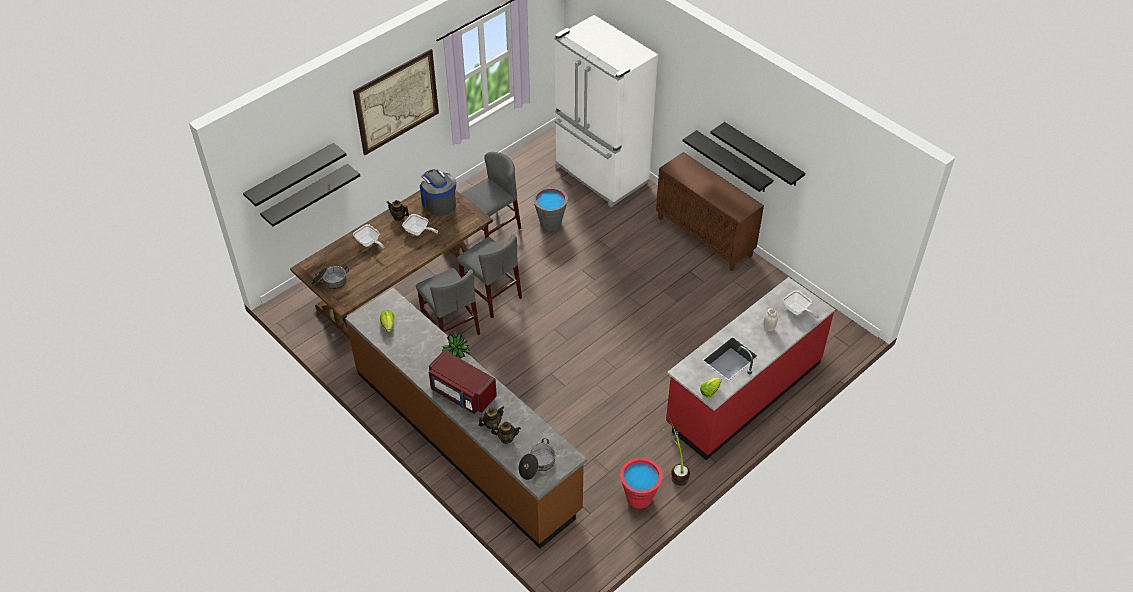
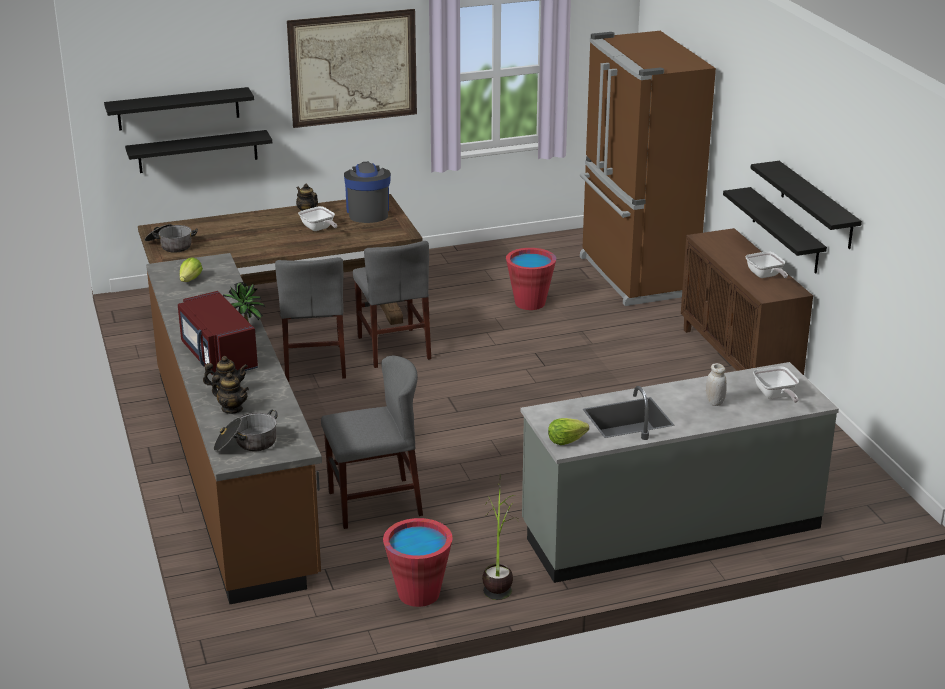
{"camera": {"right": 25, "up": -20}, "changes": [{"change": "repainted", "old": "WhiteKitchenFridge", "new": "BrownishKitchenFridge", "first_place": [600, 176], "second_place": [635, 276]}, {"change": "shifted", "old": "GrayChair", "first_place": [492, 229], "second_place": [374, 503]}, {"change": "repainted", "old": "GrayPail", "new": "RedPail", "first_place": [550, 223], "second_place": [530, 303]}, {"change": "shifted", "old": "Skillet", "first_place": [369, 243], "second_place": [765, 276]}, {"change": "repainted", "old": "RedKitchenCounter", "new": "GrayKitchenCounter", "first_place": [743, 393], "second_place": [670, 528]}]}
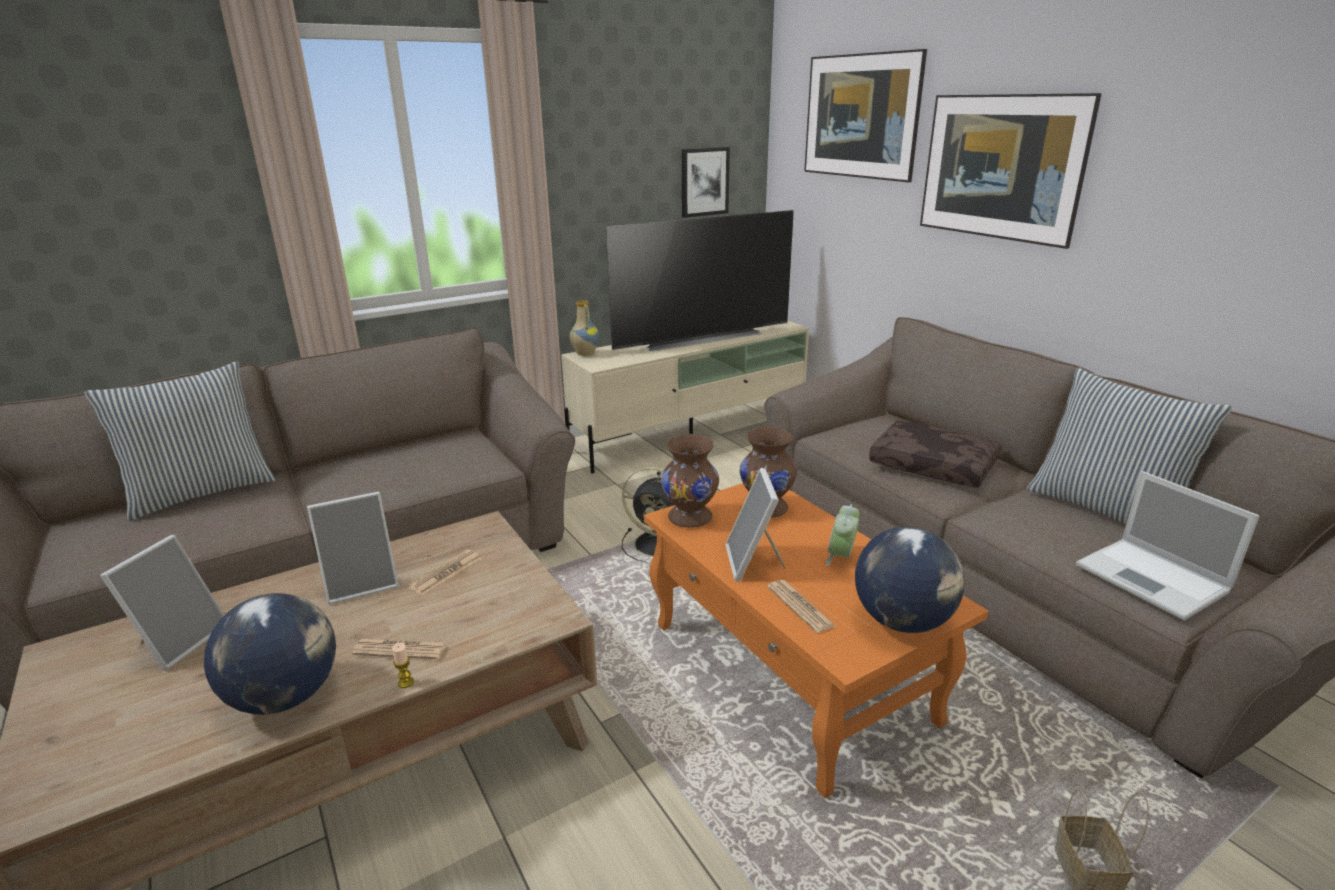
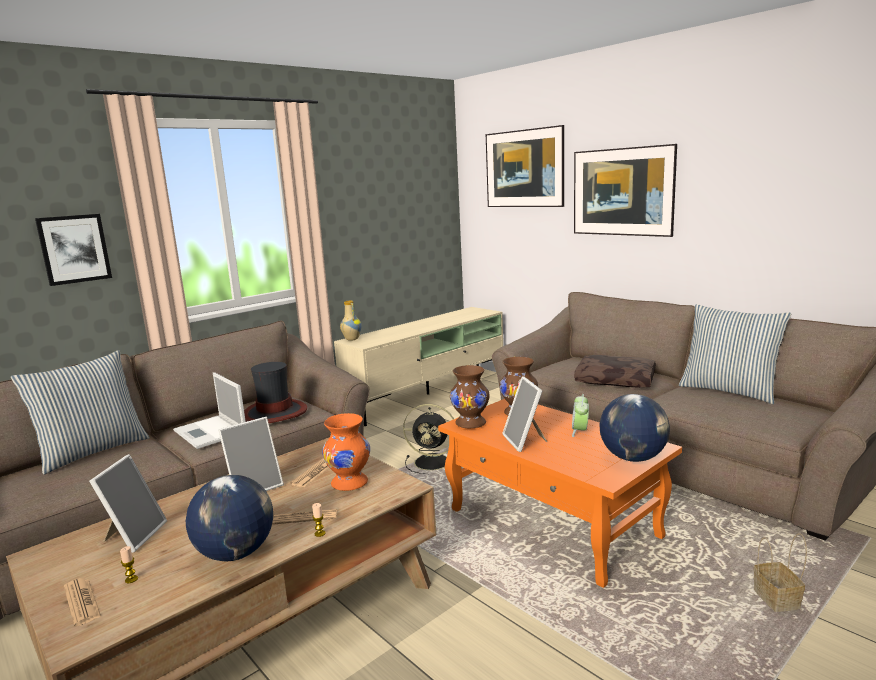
{"camera": {"right": -10, "up": -10}, "changes": [{"change": "shifted", "old": "Picture", "first_place": [704, 182], "second_place": [74, 249]}, {"change": "gone", "old": "TvSet", "first_place": [700, 338]}, {"change": "shifted", "old": "Laptop", "first_place": [1154, 579], "second_place": [211, 432]}, {"change": "shifted", "old": "Newspaper", "first_place": [800, 606], "second_place": [82, 602]}, {"change": "new", "new": "ClothingHat", "second_place": [274, 413]}, {"change": "new", "new": "OrangeDecorativeVase", "second_place": [350, 483]}, {"change": "new", "new": "Candle", "second_place": [131, 579]}]}
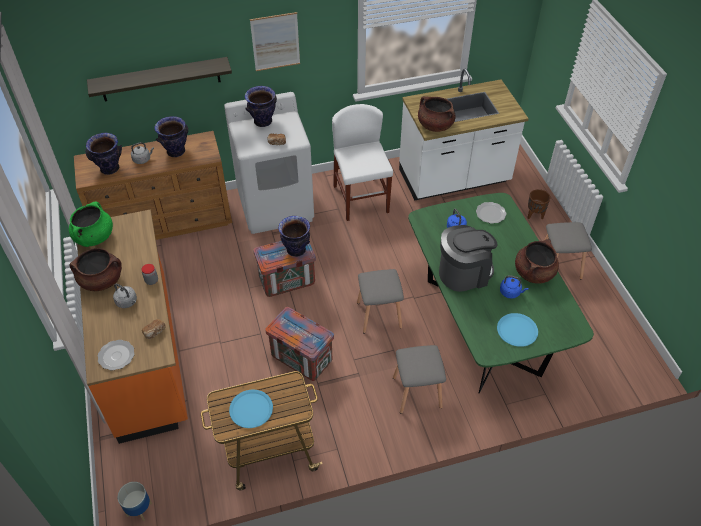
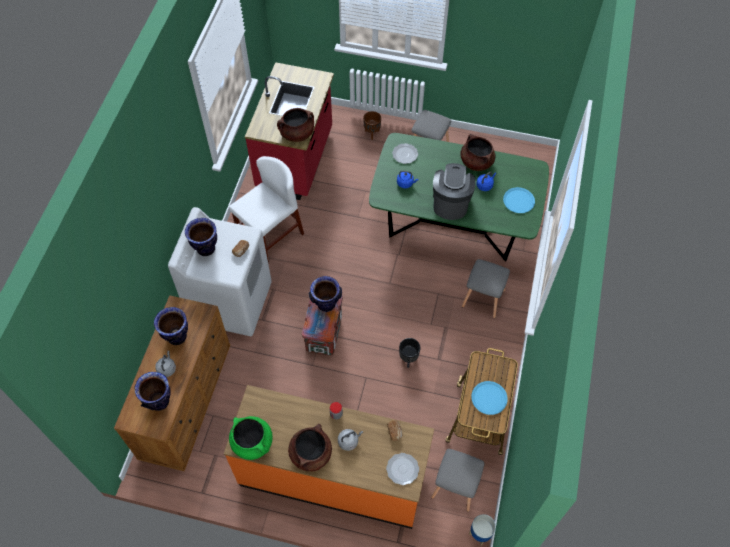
{"camera": {"right": -60, "up": 10}, "changes": [{"change": "gone", "old": "Picture", "first_place": [275, 42]}, {"change": "gone", "old": "BracketShelf", "first_place": [160, 79]}, {"change": "repainted", "old": "WhiteKitchenCounter", "new": "RedKitchenCounter", "first_place": [454, 179], "second_place": [296, 160]}, {"change": "rotated", "old": "WhiteChair", "first_place": [361, 199], "second_place": [271, 236], "degrees": 120}, {"change": "shifted", "old": "GrayStoolSeat", "first_place": [378, 314], "second_place": [454, 487]}, {"change": "swapped", "old": "Crate", "new": "BlackishPlanter", "first_place": [301, 358], "second_place": [408, 359]}]}
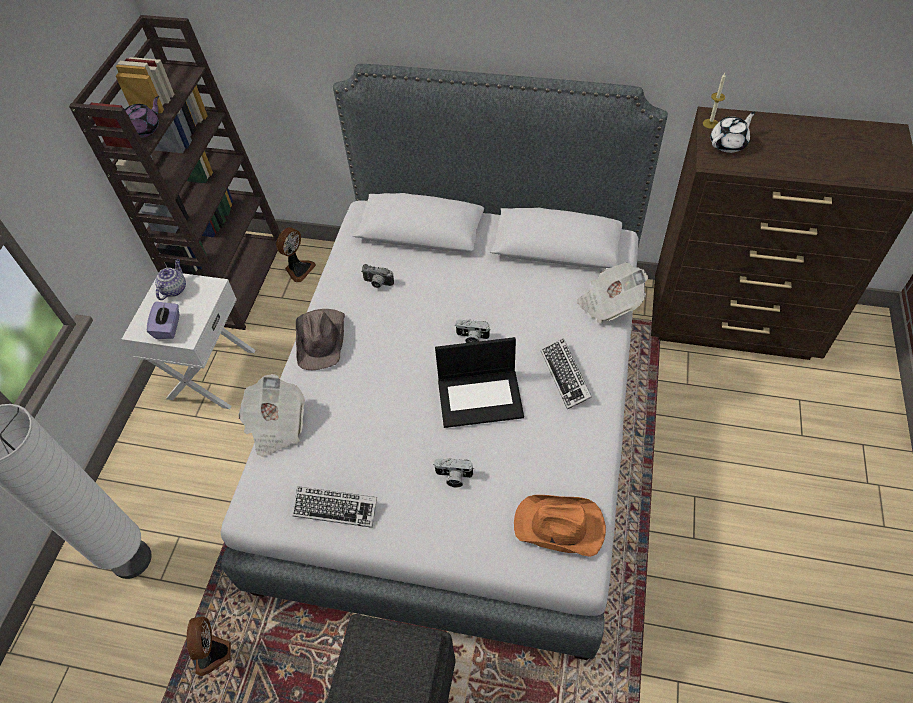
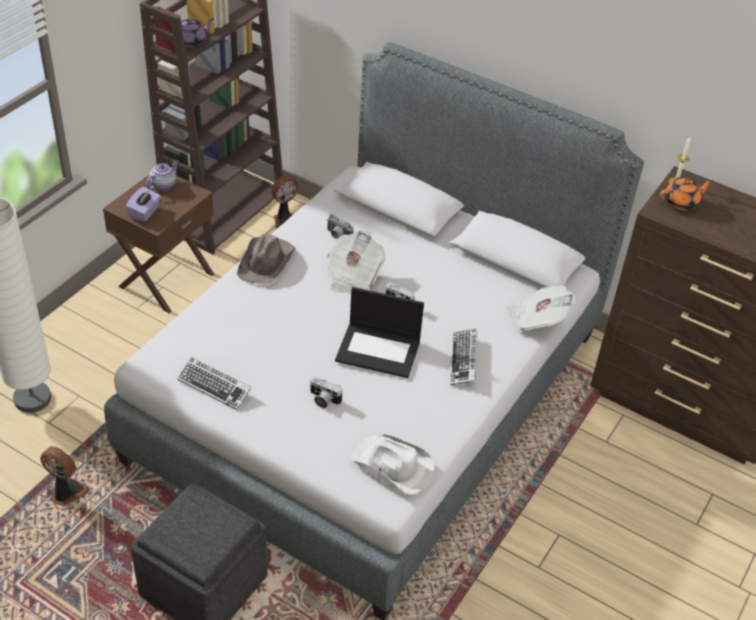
{"camera": {"right": 15, "up": -10}, "changes": [{"change": "repainted", "old": "WhiteTeapot", "new": "OrangeTeapot", "first_place": [728, 143], "second_place": [681, 202]}, {"change": "repainted", "old": "WhiteNightstand", "new": "BrownishNightstand", "first_place": [210, 374], "second_place": [165, 279]}, {"change": "shifted", "old": "Newspaper", "first_place": [275, 426], "second_place": [353, 275]}, {"change": "repainted", "old": "OrangeClothingHat", "new": "WhiteClothingHat", "first_place": [560, 527], "second_place": [393, 466]}, {"change": "rotated", "old": "Fan", "first_place": [214, 653], "second_place": [66, 492], "degrees": 105}]}
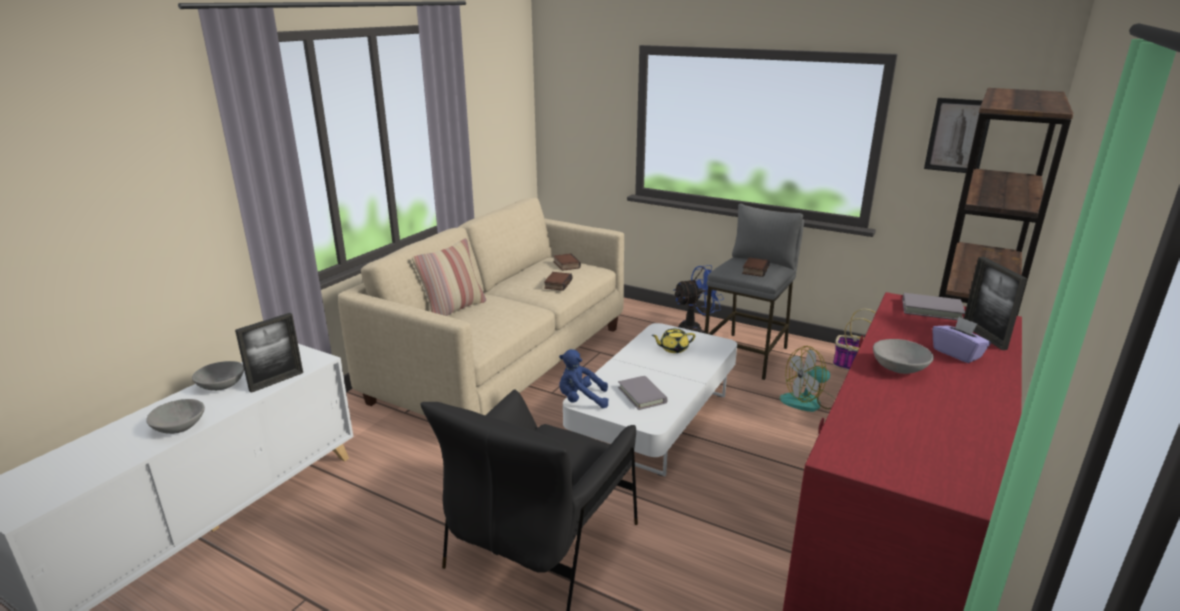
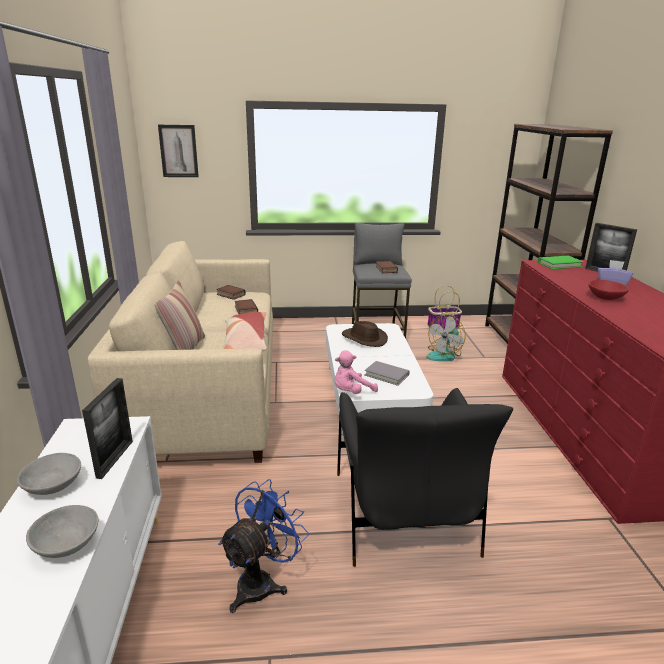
{"camera": {"right": -35, "up": 0}, "changes": [{"change": "shifted", "old": "Picture", "first_place": [958, 136], "second_place": [178, 151]}, {"change": "shifted", "old": "BlueFan", "first_place": [695, 328], "second_place": [262, 582]}, {"change": "repainted", "old": "GrayBook", "new": "GreenColouredBook", "first_place": [931, 310], "second_place": [559, 264]}, {"change": "swapped", "old": "YellowColouredTeapot", "new": "BrownishClothingHat", "first_place": [673, 349], "second_place": [364, 339]}, {"change": "repainted", "old": "GrayServingBowl", "new": "RedServingBowl", "first_place": [898, 368], "second_place": [605, 298]}, {"change": "repainted", "old": "BluePlushToy", "new": "PinkishPlushToy", "first_place": [581, 400], "second_place": [351, 392]}, {"change": "new", "new": "Cushion", "second_place": [245, 344]}]}
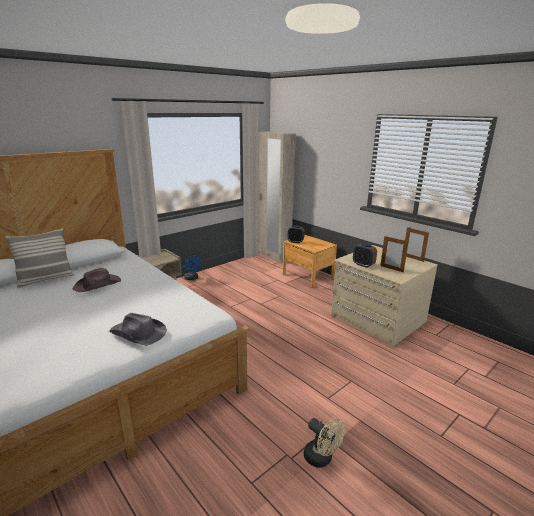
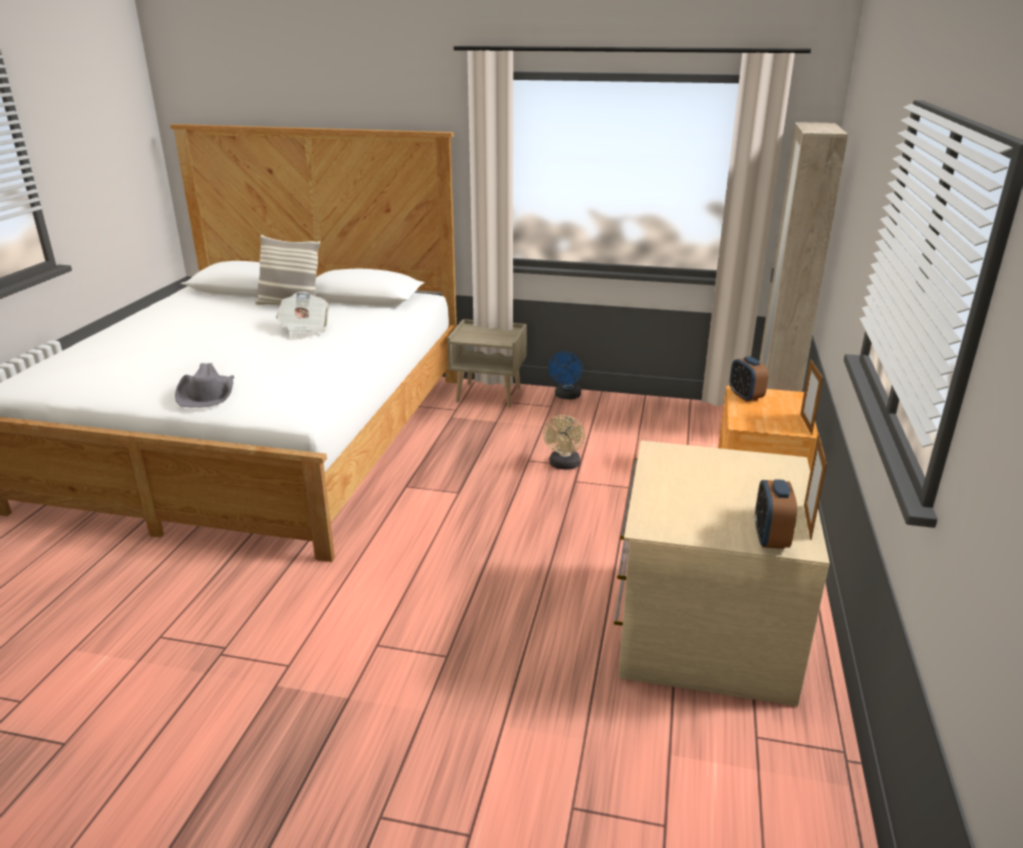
{"camera": {"right": 55, "up": 5}, "changes": [{"change": "shifted", "old": "StandingFrame", "first_place": [391, 269], "second_place": [806, 424]}, {"change": "shifted", "old": "TableClock", "first_place": [363, 265], "second_place": [770, 538]}, {"change": "swapped", "old": "BrownishClothingHat", "new": "Newspaper", "first_place": [98, 285], "second_place": [304, 330]}, {"change": "shifted", "old": "BeigeColouredFan", "first_place": [321, 459], "second_place": [564, 465]}]}
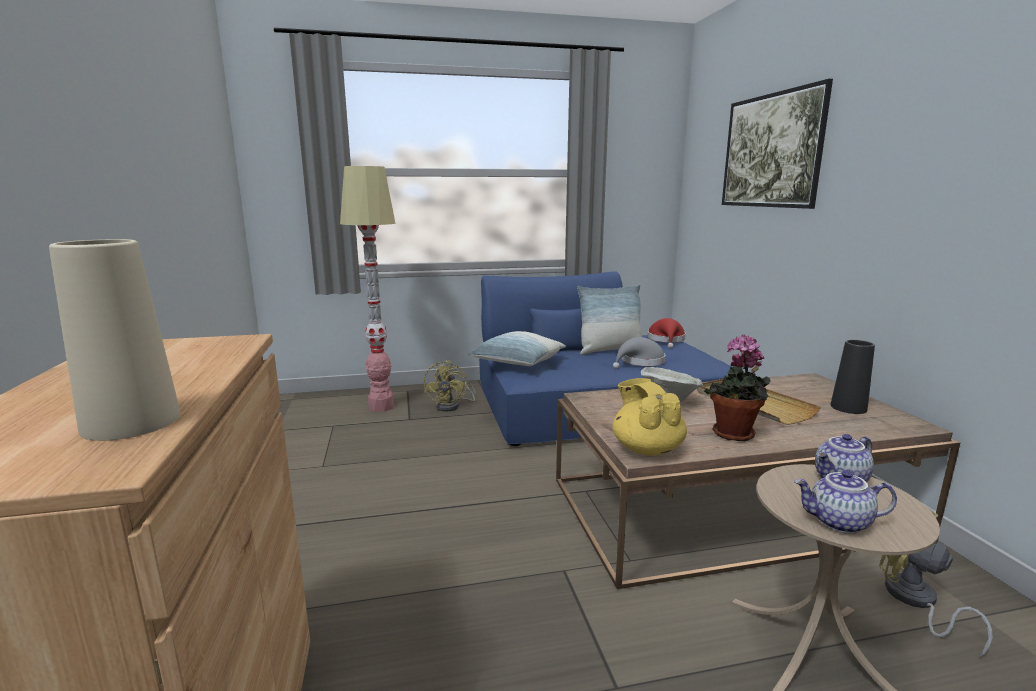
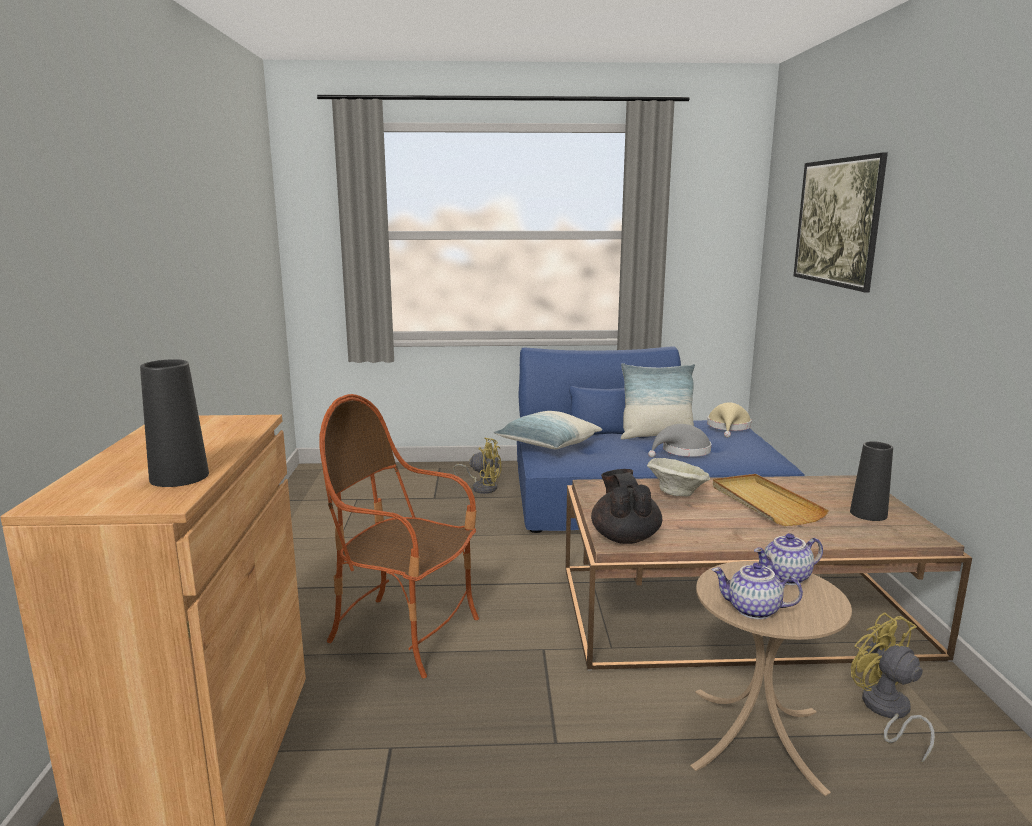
{"camera": {"right": 10, "up": 0}, "changes": [{"change": "gone", "old": "FloorLamp", "first_place": [381, 407]}, {"change": "repainted", "old": "BeigeColouredDecorativeVase", "new": "BlackishDecorativeVase", "first_place": [131, 422], "second_place": [179, 477]}, {"change": "repainted", "old": "RedClothingHat", "new": "BeigeColouredClothingHat", "first_place": [666, 340], "second_place": [728, 427]}, {"change": "gone", "old": "PlantInAPot", "first_place": [733, 435]}, {"change": "rotated", "old": "YellowColouredFan", "first_place": [452, 406], "second_place": [482, 487], "degrees": -90}, {"change": "repainted", "old": "YellowColouredTeapot", "new": "BlackishTeapot", "first_place": [646, 448], "second_place": [624, 537]}, {"change": "new", "new": "LoungeChair", "second_place": [405, 633]}]}
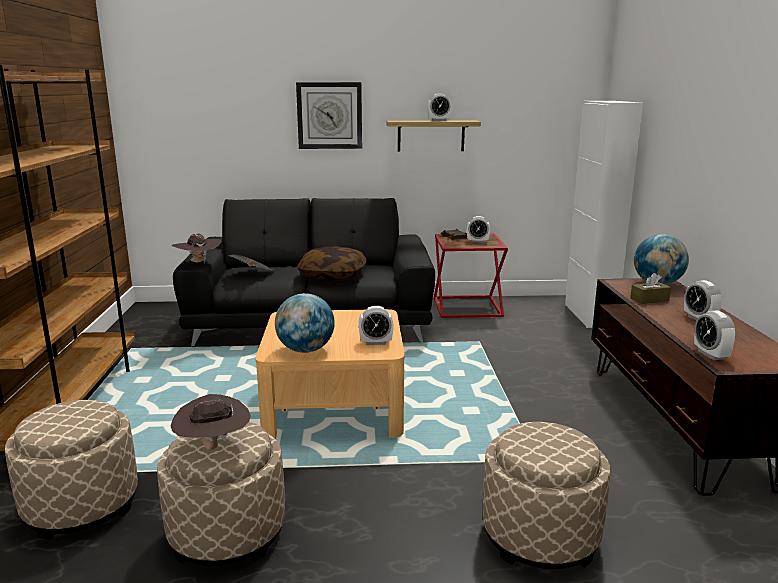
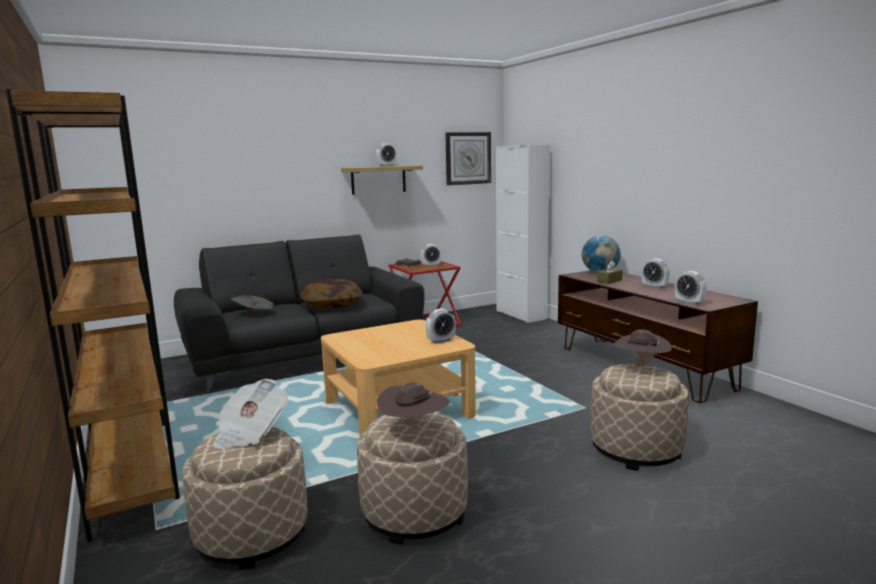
{"camera": {"right": -25, "up": -5}, "changes": [{"change": "shifted", "old": "HangingClock", "first_place": [329, 115], "second_place": [468, 158]}, {"change": "shifted", "old": "BrownishClothingHat", "first_place": [198, 262], "second_place": [640, 366]}, {"change": "gone", "old": "Globe", "first_place": [305, 350]}, {"change": "new", "new": "Newspaper", "second_place": [250, 433]}]}
